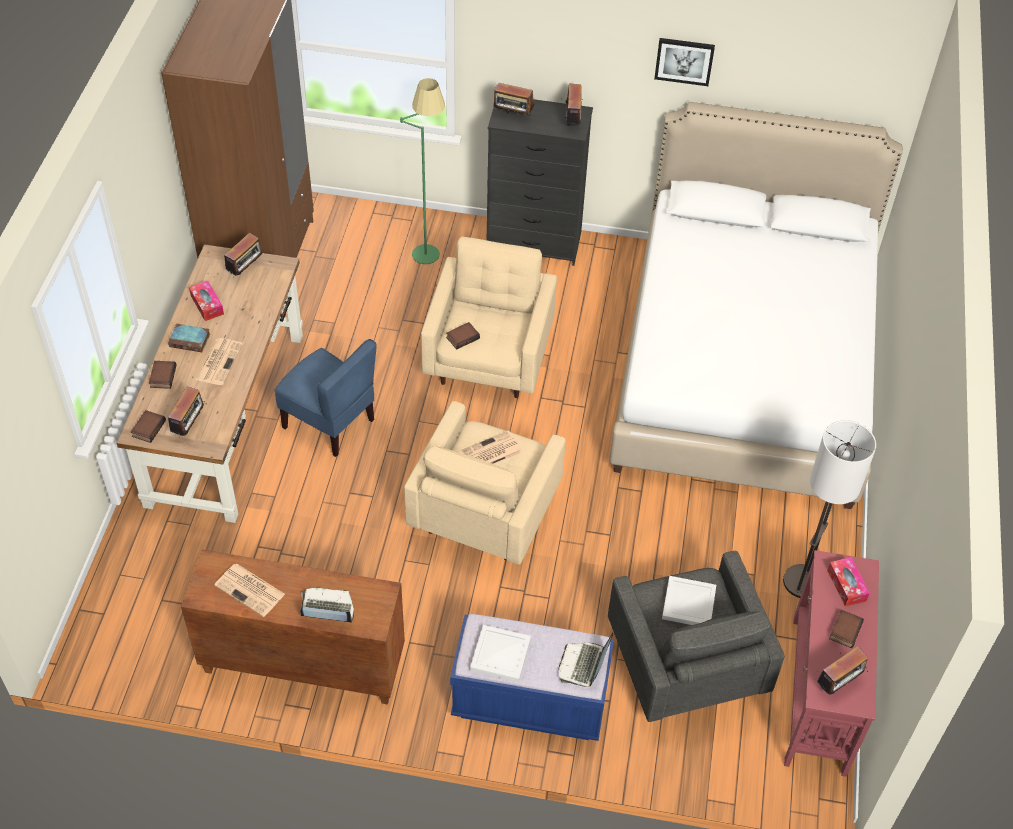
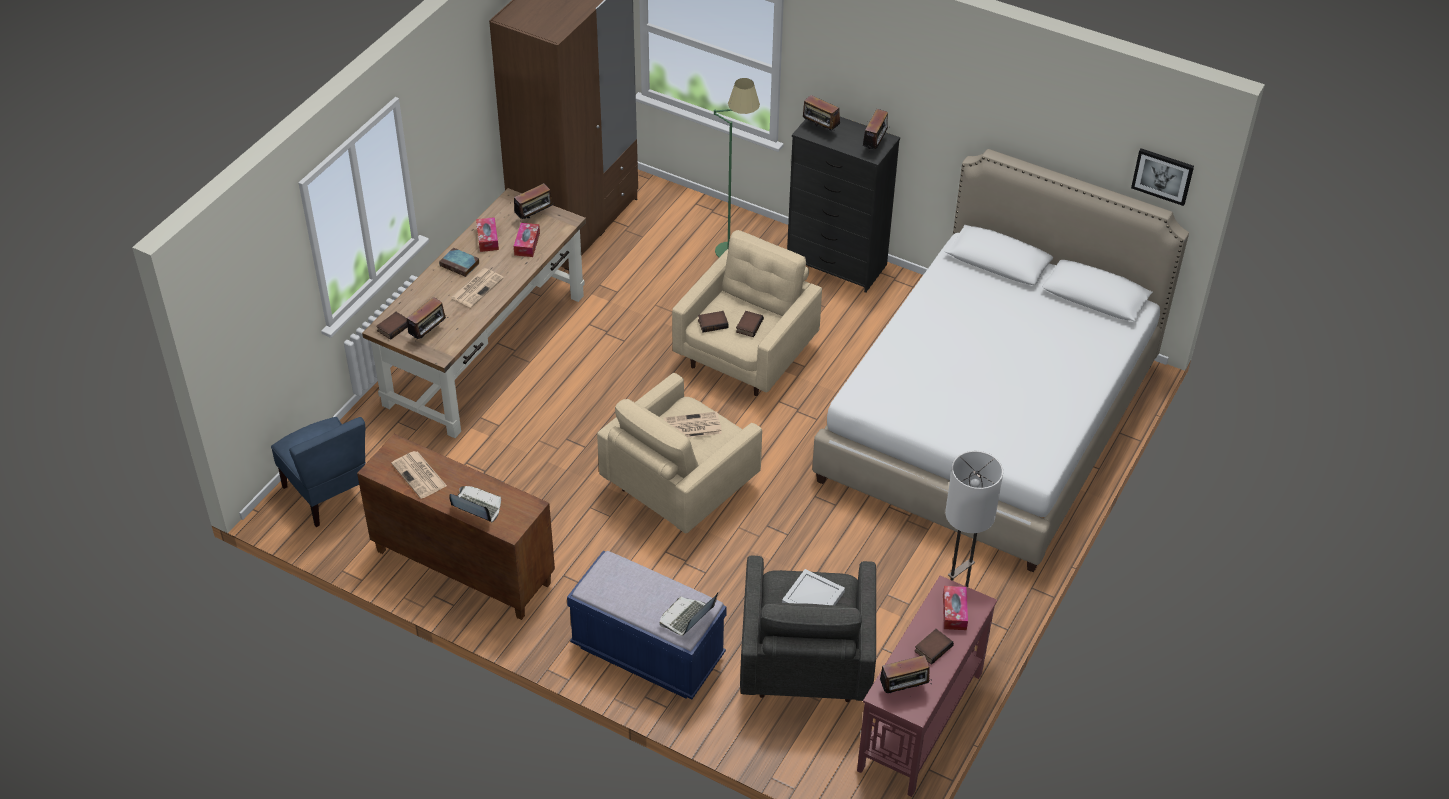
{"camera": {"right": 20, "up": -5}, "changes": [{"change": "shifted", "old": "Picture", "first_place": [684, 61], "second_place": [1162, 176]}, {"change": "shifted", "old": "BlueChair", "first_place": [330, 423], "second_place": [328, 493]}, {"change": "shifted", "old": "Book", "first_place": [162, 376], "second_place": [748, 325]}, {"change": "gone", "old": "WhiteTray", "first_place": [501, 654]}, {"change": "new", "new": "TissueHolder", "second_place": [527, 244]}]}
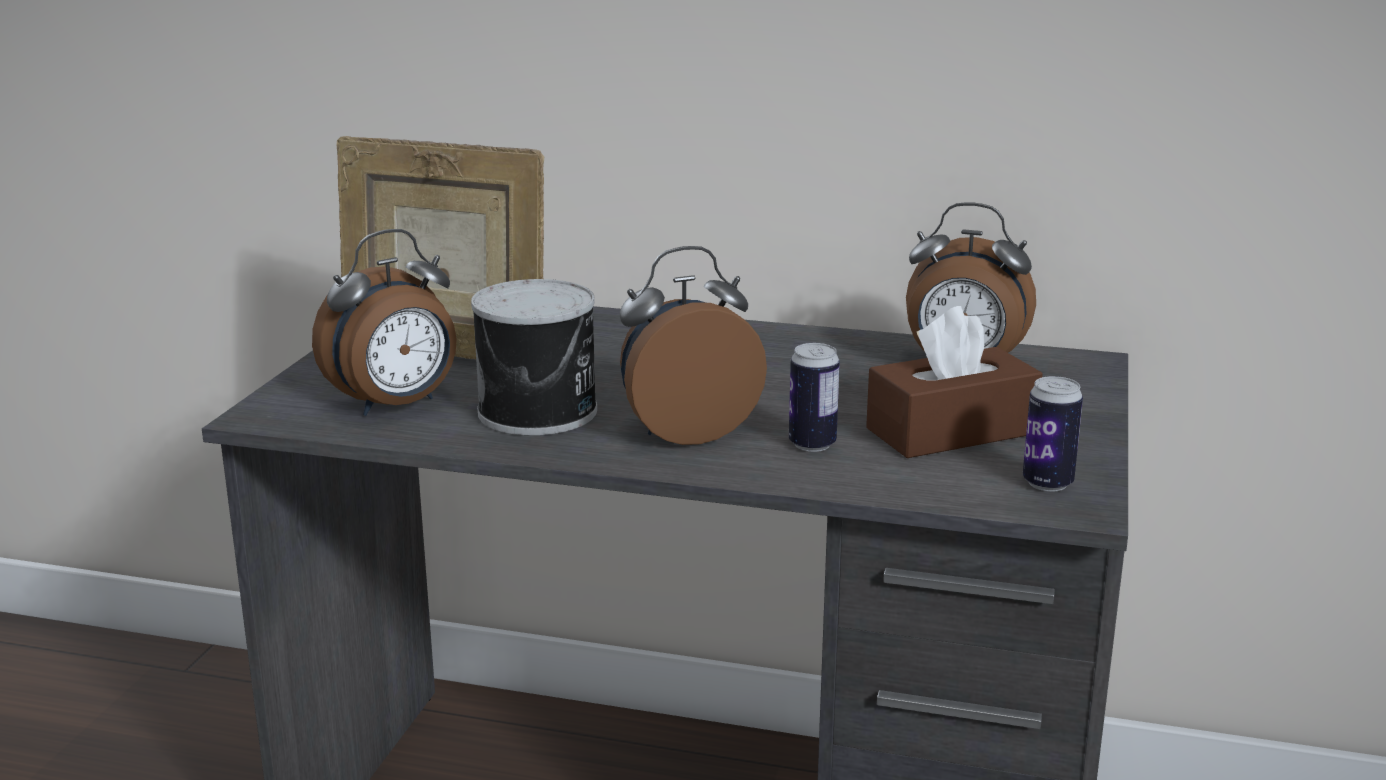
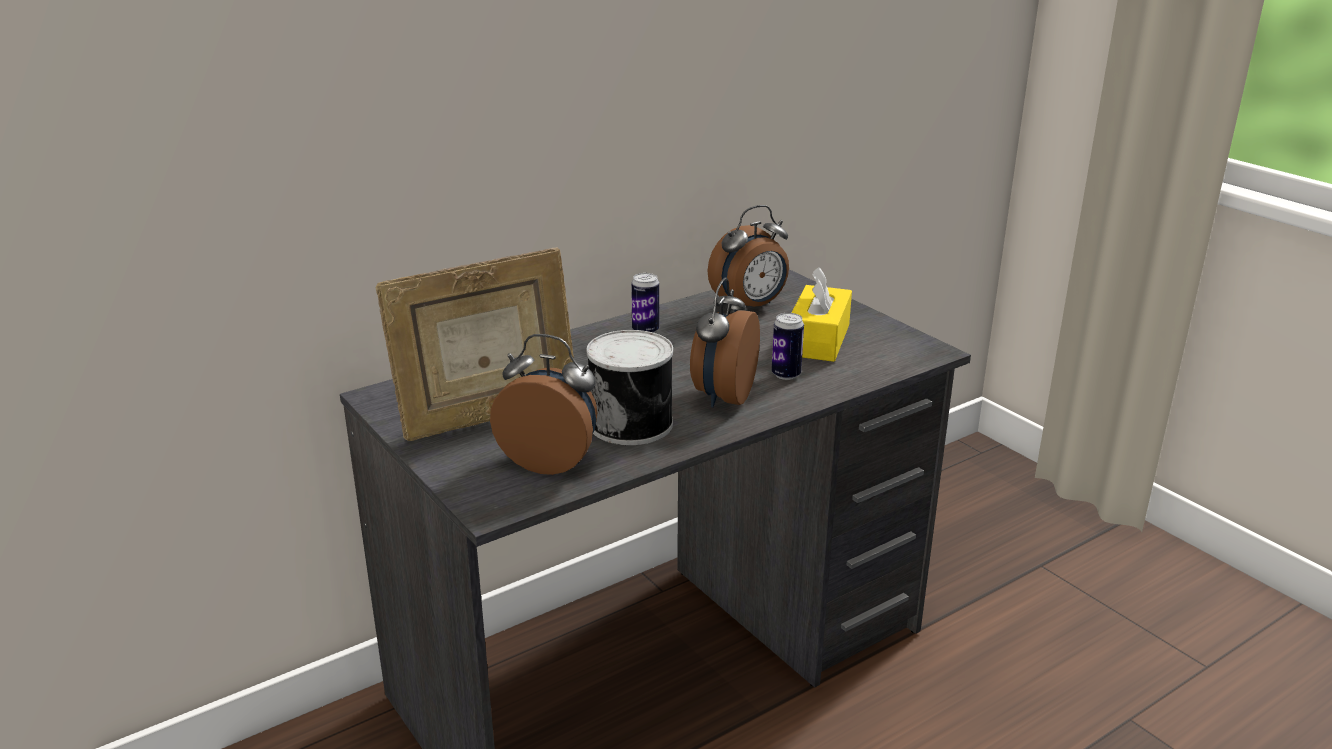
{"camera": {"right": -50, "up": 5}, "changes": [{"change": "rotated", "old": "TableClock", "first_place": [396, 405], "second_place": [551, 461], "degrees": -75}, {"change": "repainted", "old": "BrownishTissueHolder", "new": "YellowColouredTissueHolder", "first_place": [951, 431], "second_place": [818, 340]}, {"change": "shifted", "old": "Can", "first_place": [1047, 483], "second_place": [645, 330]}]}
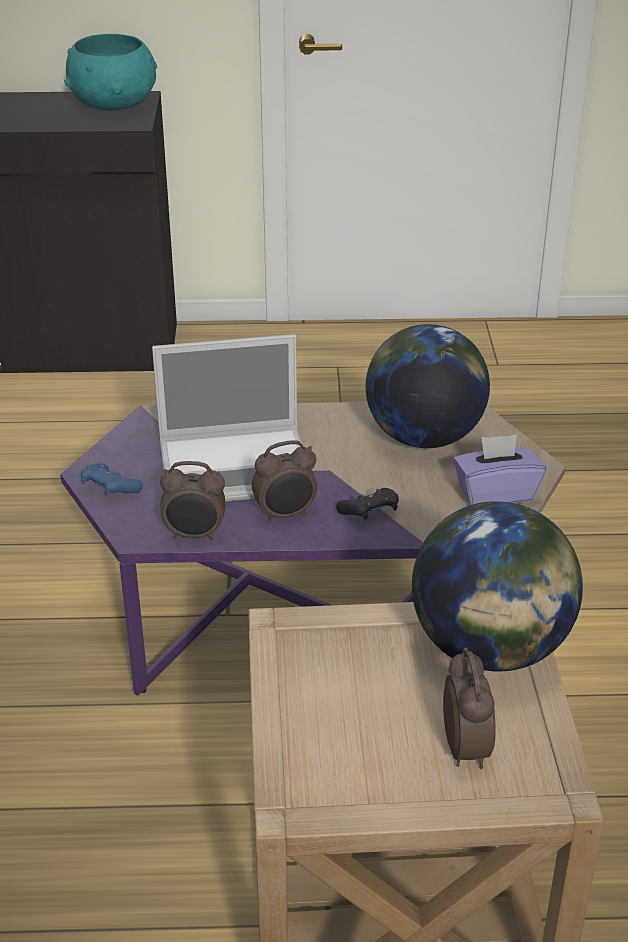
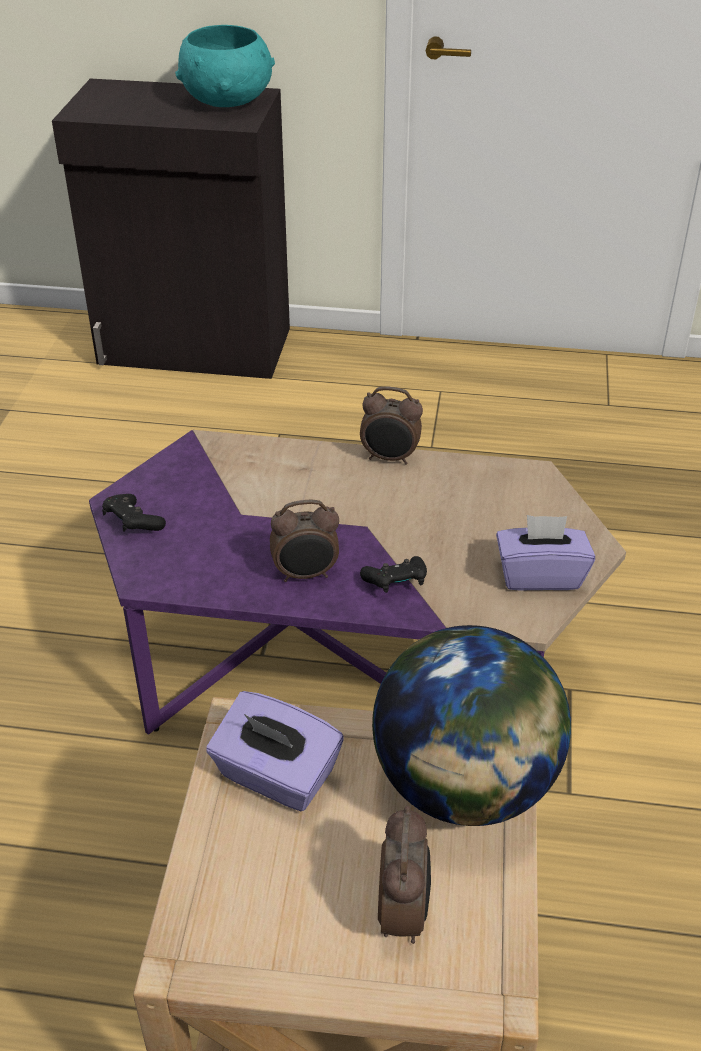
{"camera": {"right": 10, "up": 5}, "changes": [{"change": "gone", "old": "Globe", "first_place": [423, 437]}, {"change": "gone", "old": "Laptop", "first_place": [238, 466]}, {"change": "shifted", "old": "TableClock", "first_place": [195, 535], "second_place": [390, 458]}, {"change": "repainted", "old": "BlueJoypad", "new": "BlackishJoypad", "first_place": [110, 490], "second_place": [133, 523]}, {"change": "new", "new": "PurpleColouredTissueHolder", "second_place": [276, 776]}]}
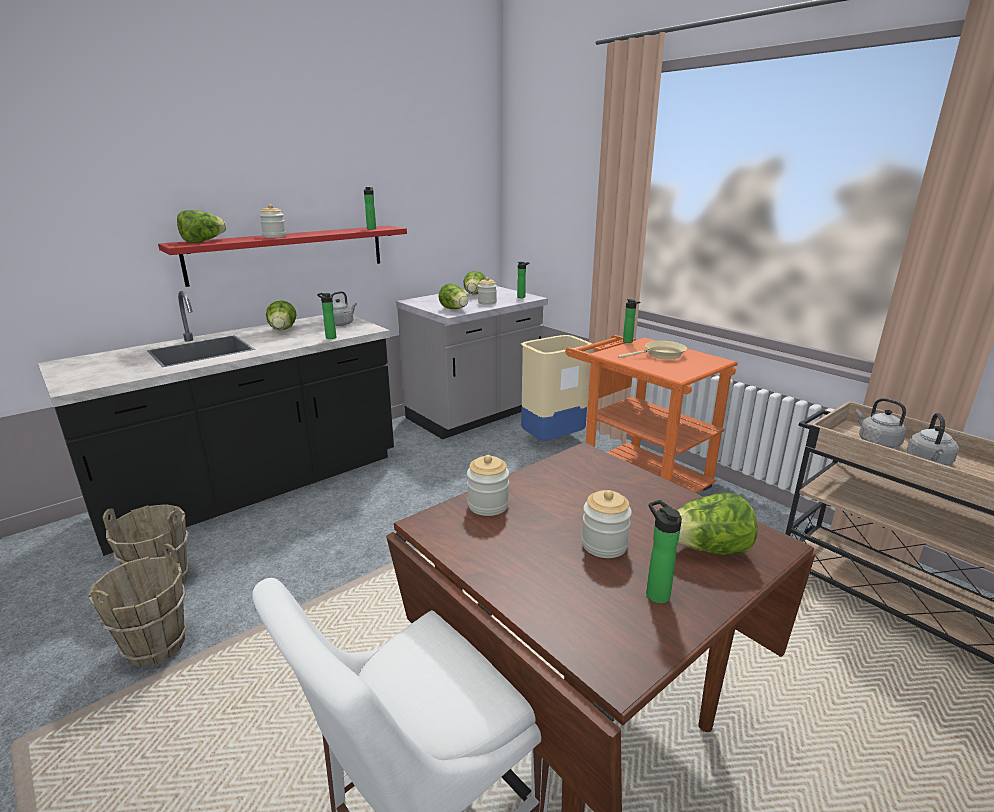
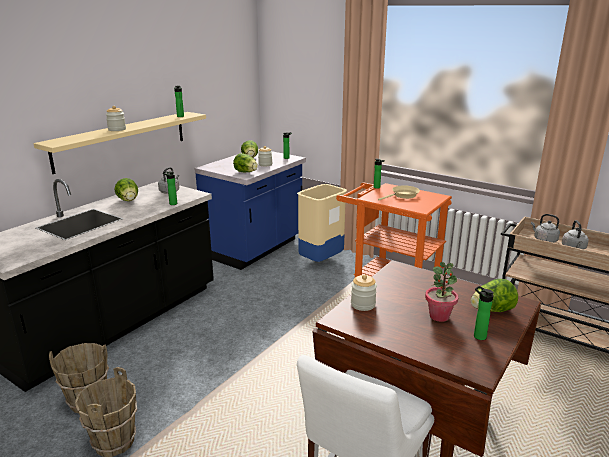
{"camera": {"right": -15, "up": 0}, "changes": [{"change": "gone", "old": "LettuceHead", "first_place": [203, 241]}, {"change": "repainted", "old": "RedBracketShelf", "new": "BeigeColouredBracketShelf", "first_place": [289, 253], "second_place": [122, 140]}, {"change": "repainted", "old": "GrayKitchenCounter", "new": "BlueKitchenCounter", "first_place": [474, 415], "second_place": [255, 249]}, {"change": "swapped", "old": "Jar", "new": "PlantInAPot", "first_place": [604, 545], "second_place": [439, 316]}]}
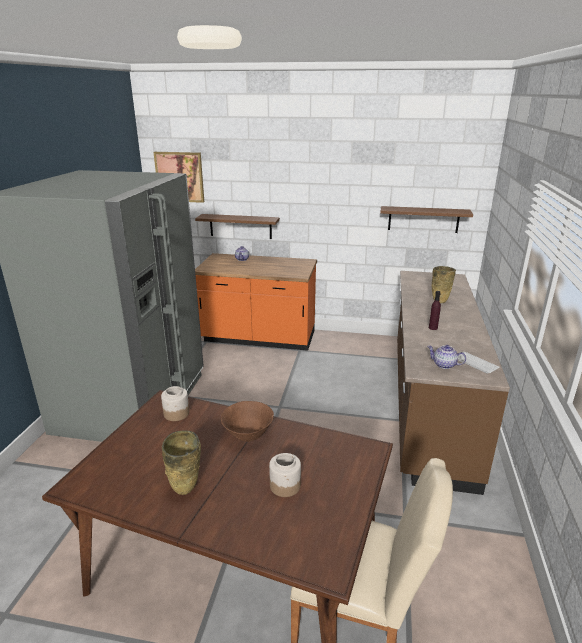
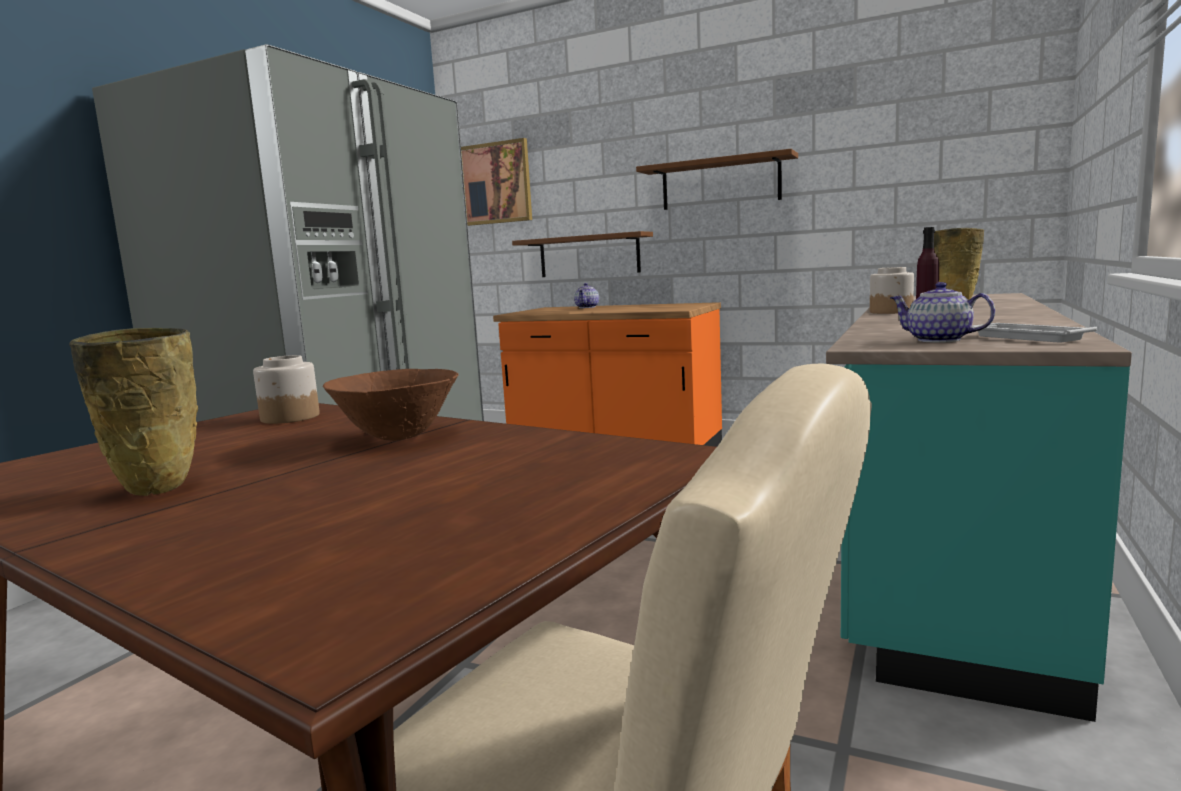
{"camera": {"right": 15, "up": -15}, "changes": [{"change": "shifted", "old": "BrownishBracketShelf", "first_place": [423, 219], "second_place": [720, 183]}, {"change": "repainted", "old": "BrownishKitchenCounter", "new": "TurquoiseKitchenCounter", "first_place": [428, 405], "second_place": [945, 546]}, {"change": "shifted", "old": "Jar", "first_place": [285, 485], "second_place": [891, 312]}]}
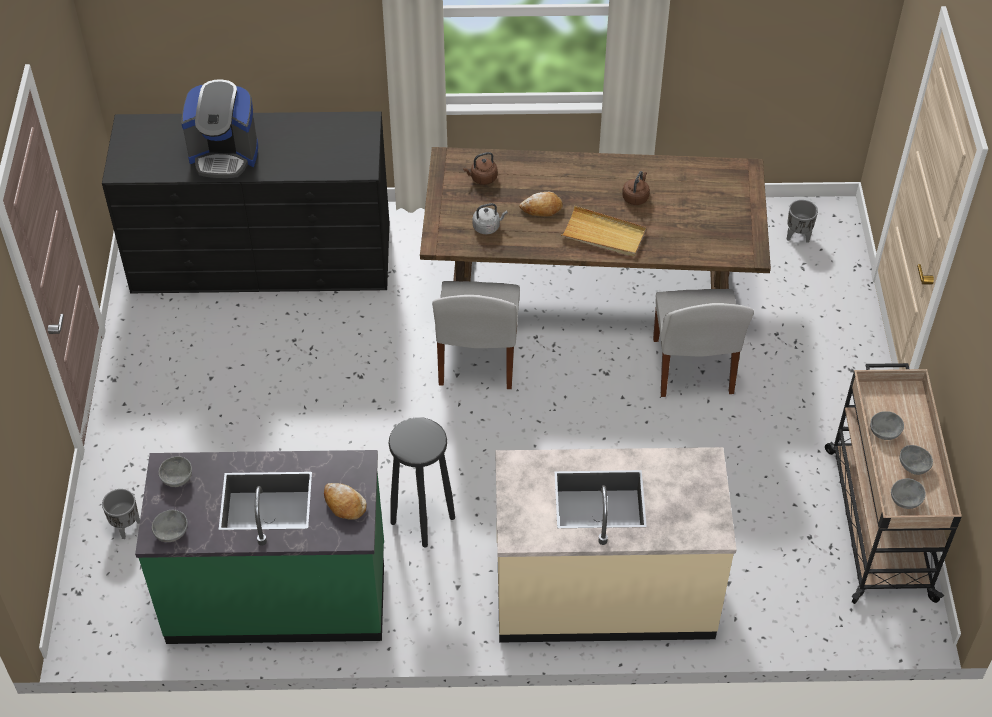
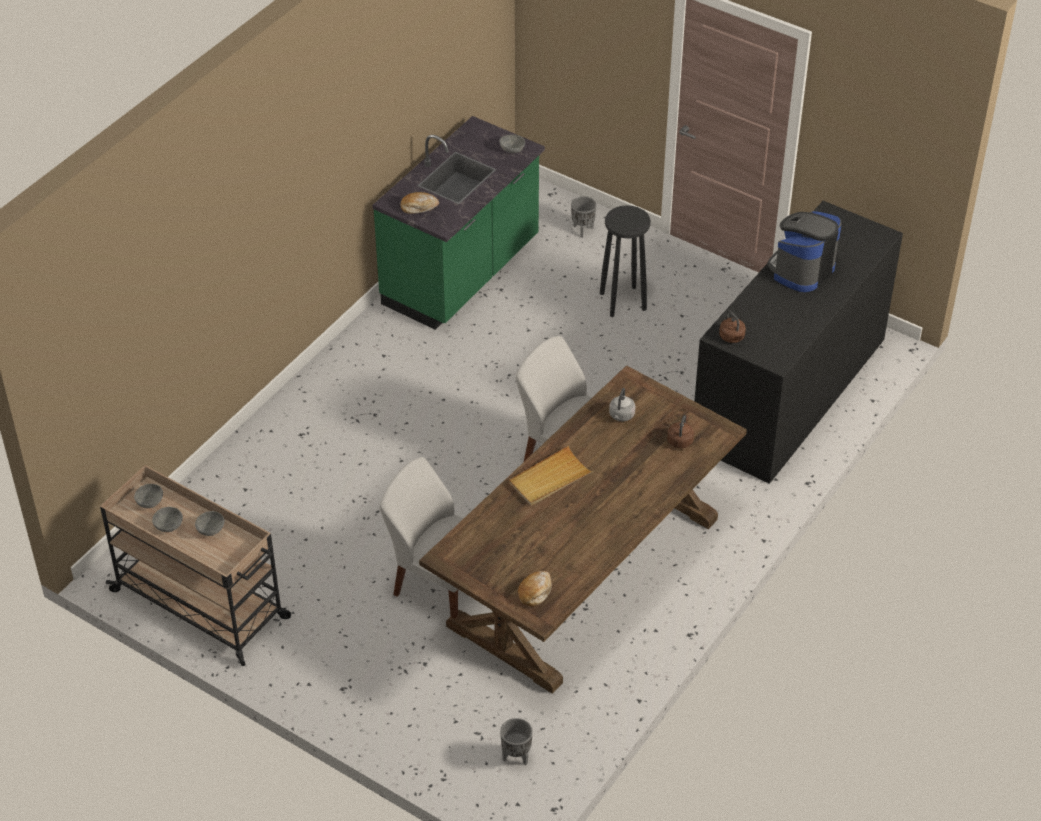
{"camera": {"right": 125, "up": -5}, "changes": [{"change": "shifted", "old": "BrownishWaterKettle", "first_place": [636, 197], "second_place": [732, 337]}, {"change": "shifted", "old": "Bread", "first_place": [542, 208], "second_place": [535, 591]}, {"change": "shifted", "old": "BlackishStoolSeat", "first_place": [422, 519], "second_place": [623, 301]}, {"change": "gone", "old": "BeigeColouredKitchenCounter", "first_place": [604, 592]}, {"change": "gone", "old": "GrayServingBowl", "first_place": [172, 533]}]}
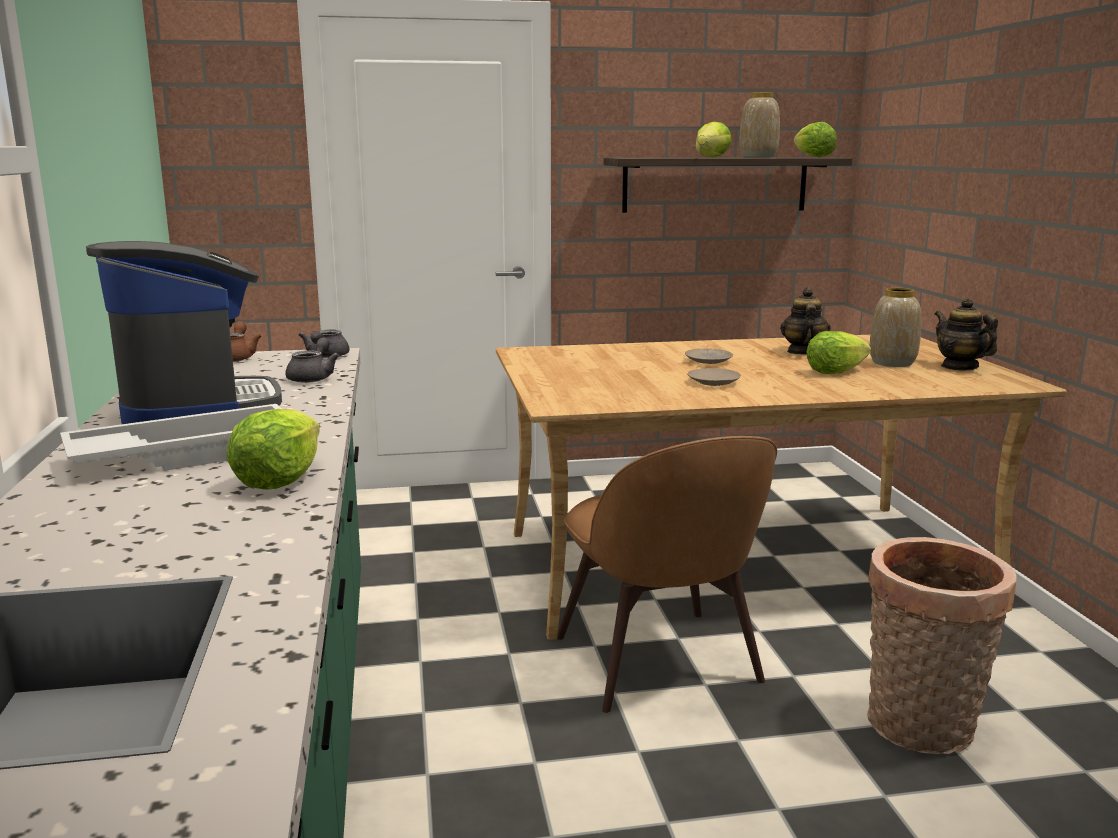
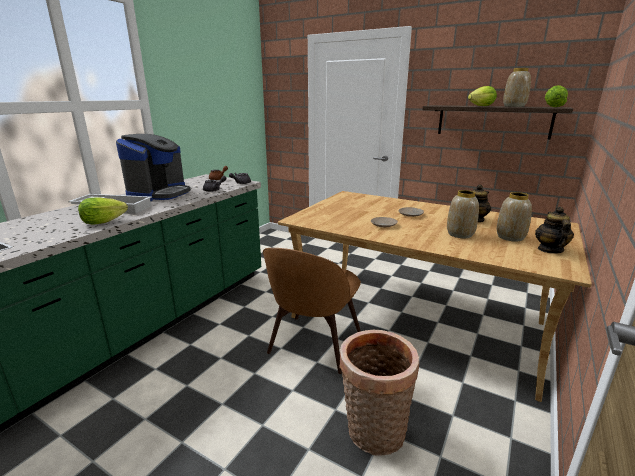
{"camera": {"right": 40, "up": 5}, "changes": [{"change": "swapped", "old": "LettuceHead", "new": "DecorativeVase", "first_place": [834, 372], "second_place": [459, 234]}]}
